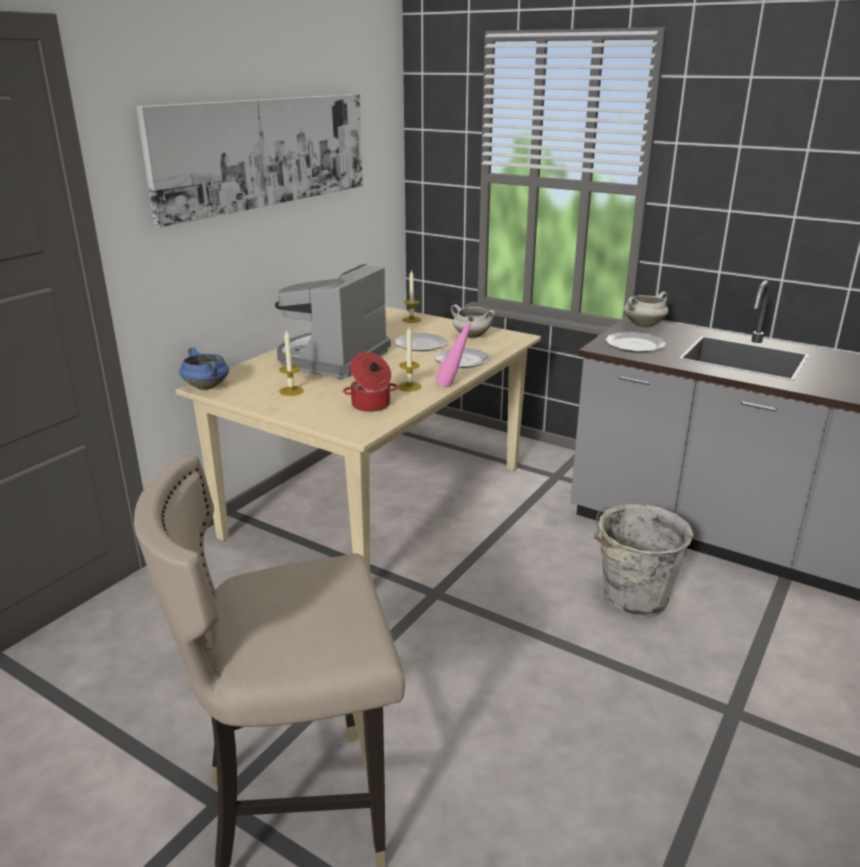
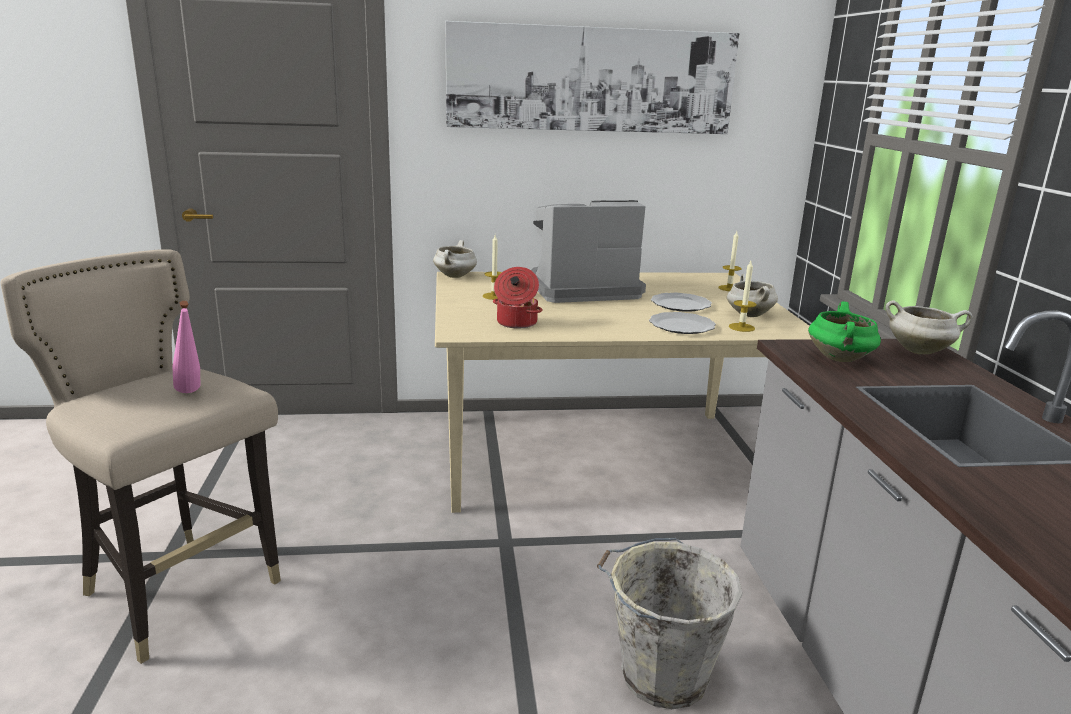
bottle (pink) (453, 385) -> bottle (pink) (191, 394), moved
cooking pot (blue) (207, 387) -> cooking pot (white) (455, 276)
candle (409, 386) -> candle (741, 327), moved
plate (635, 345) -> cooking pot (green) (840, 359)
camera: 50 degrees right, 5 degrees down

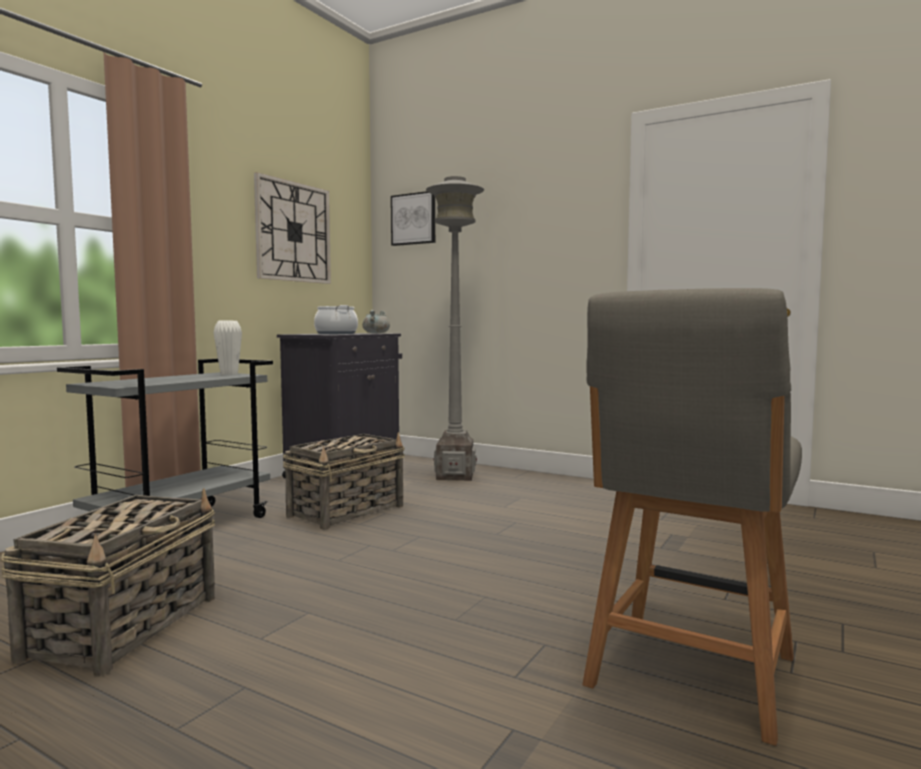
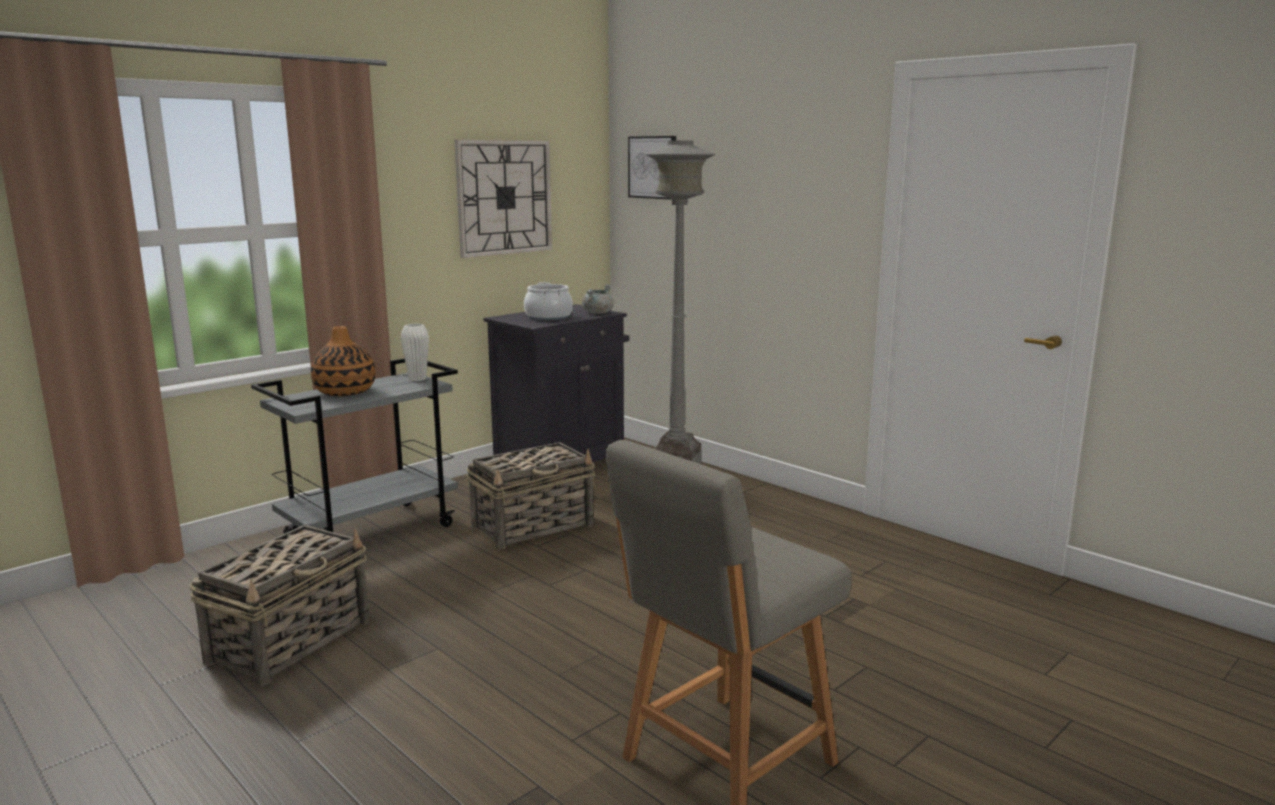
none -> vase (345, 392)
camera: 15 degrees right, 10 degrees up

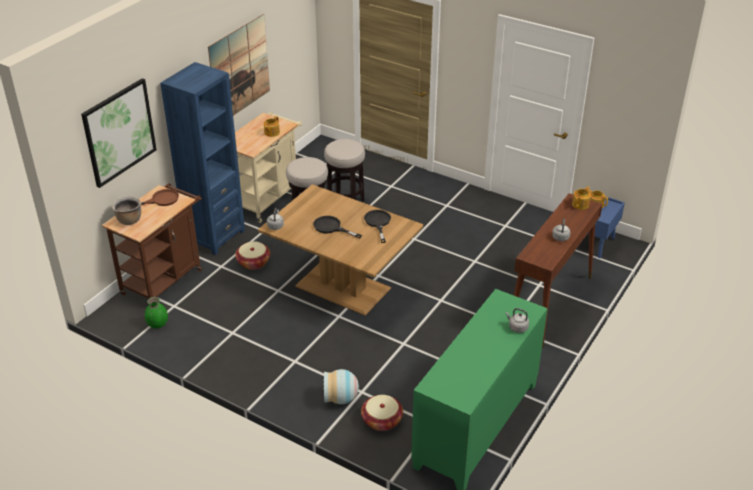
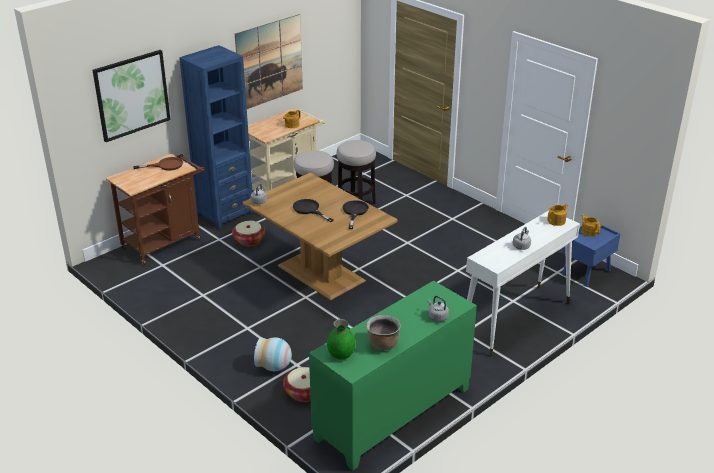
vase (green) (157, 324) -> vase (green) (341, 354), moved
cooking pot (brown) (129, 220) -> cooking pot (brown) (383, 344), moved
console table (brown) (549, 305) -> console table (white) (515, 320)
camera: 15 degrees right, 5 degrees down

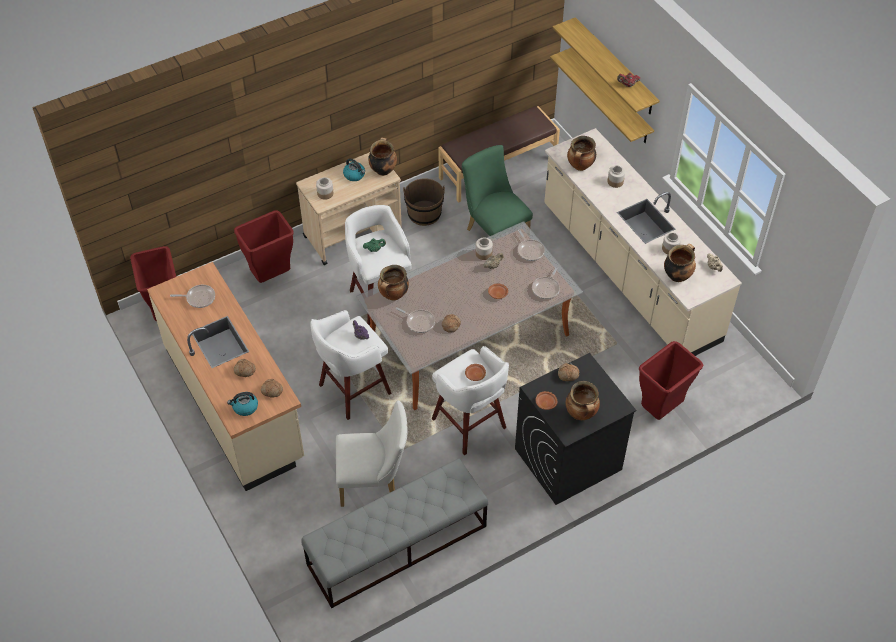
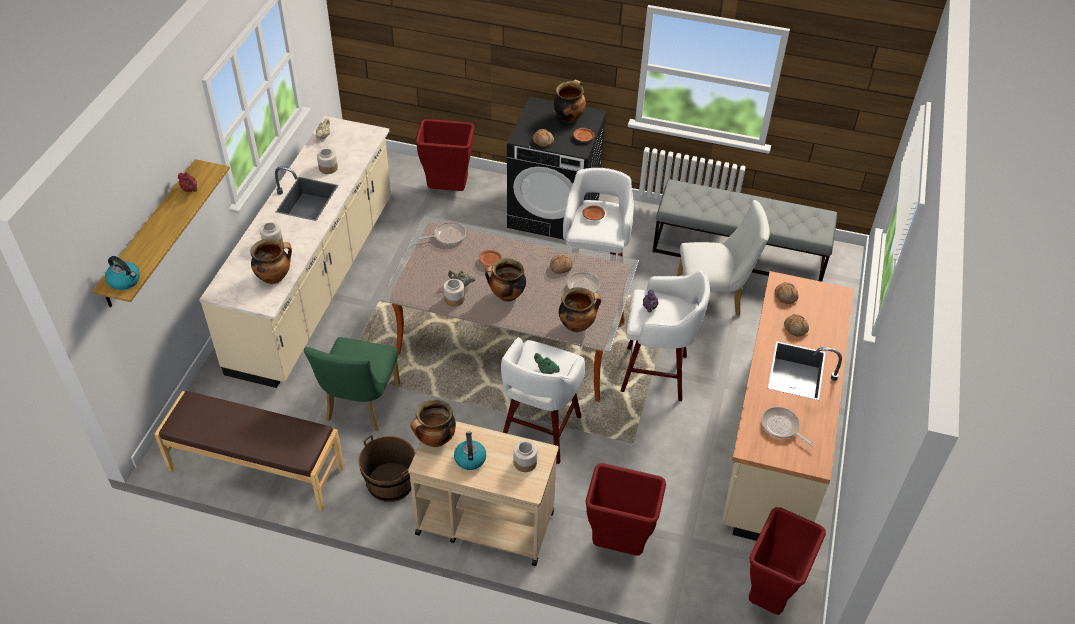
kettle (245, 407) -> kettle (125, 281), moved
cooking pot (677, 275) -> cooking pot (506, 296), moved
chair (white) (374, 482) -> chair (white) (713, 298), 135 degrees clockwise
frying pan (530, 250) -> none
shelf (611, 96) -> none
camera: 135 degrees left, 5 degrees down

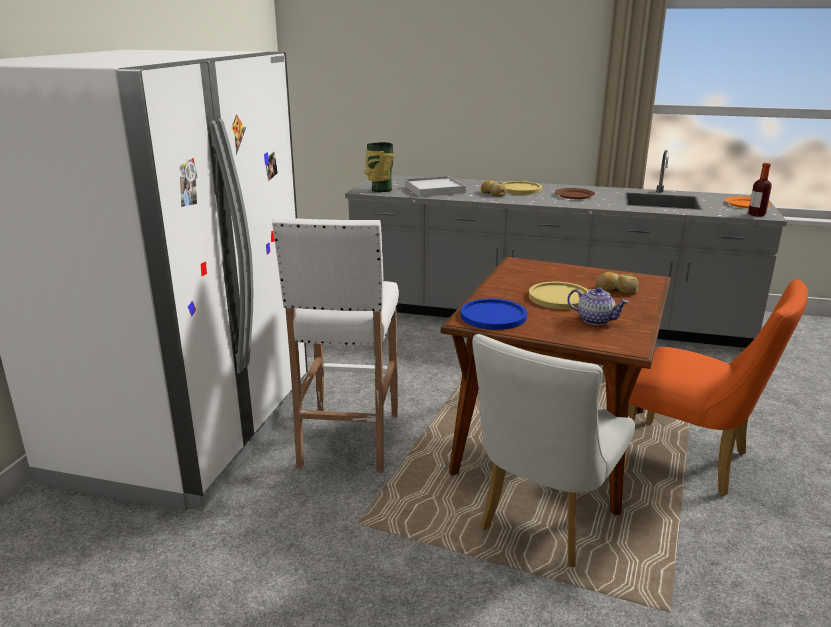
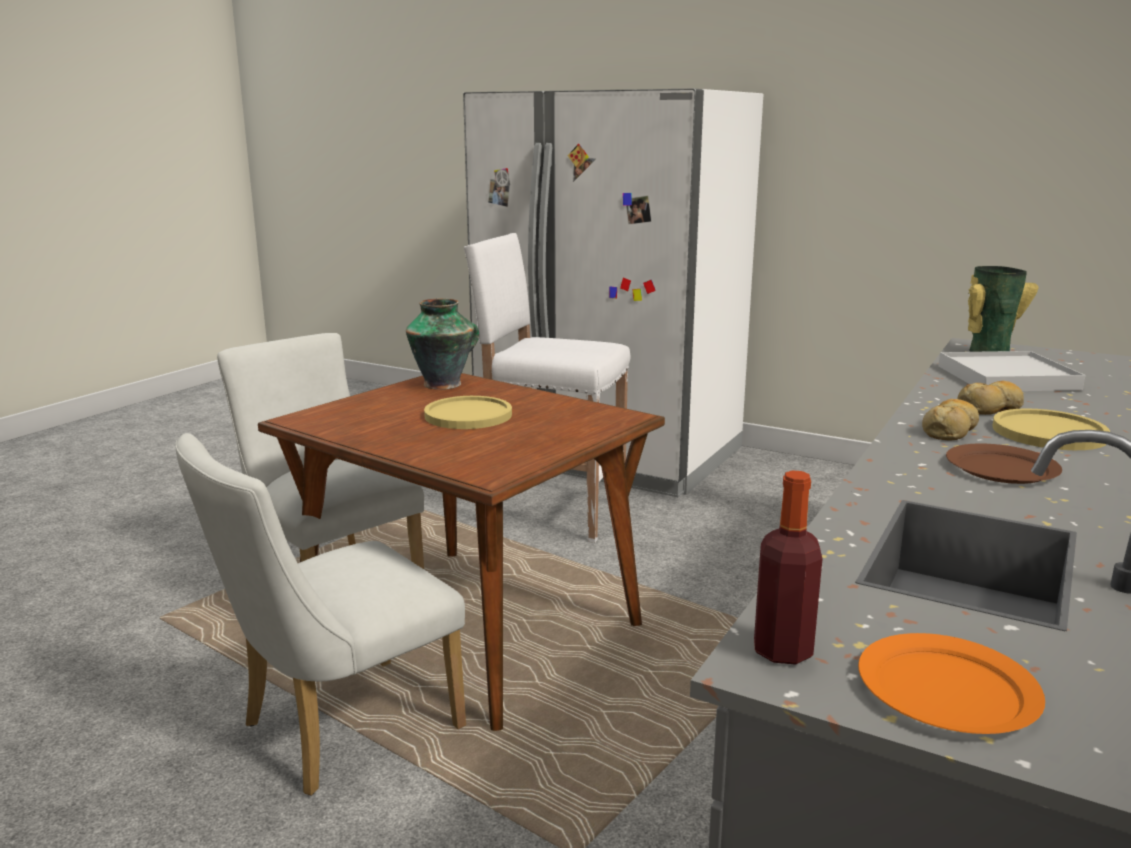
chair (orange) (693, 461) -> chair (white) (337, 731)
plate (blue) (493, 316) -> vase (444, 384)
bread (616, 289) -> bread (949, 431), moved
teapot (595, 320) -> none
camera: 105 degrees right, 5 degrees down

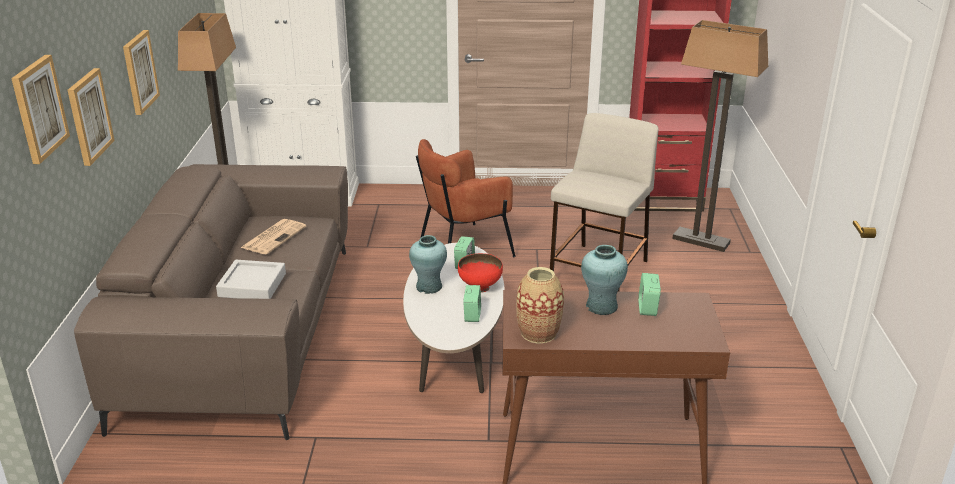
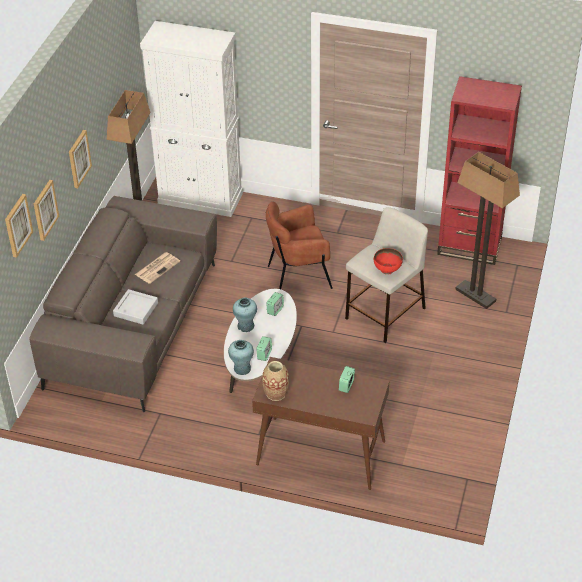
vase (turquoise) (601, 307) -> vase (turquoise) (242, 369), moved
bowl (red) (480, 287) -> bowl (red) (387, 270), moved
camera: 15 degrees right, 15 degrees up

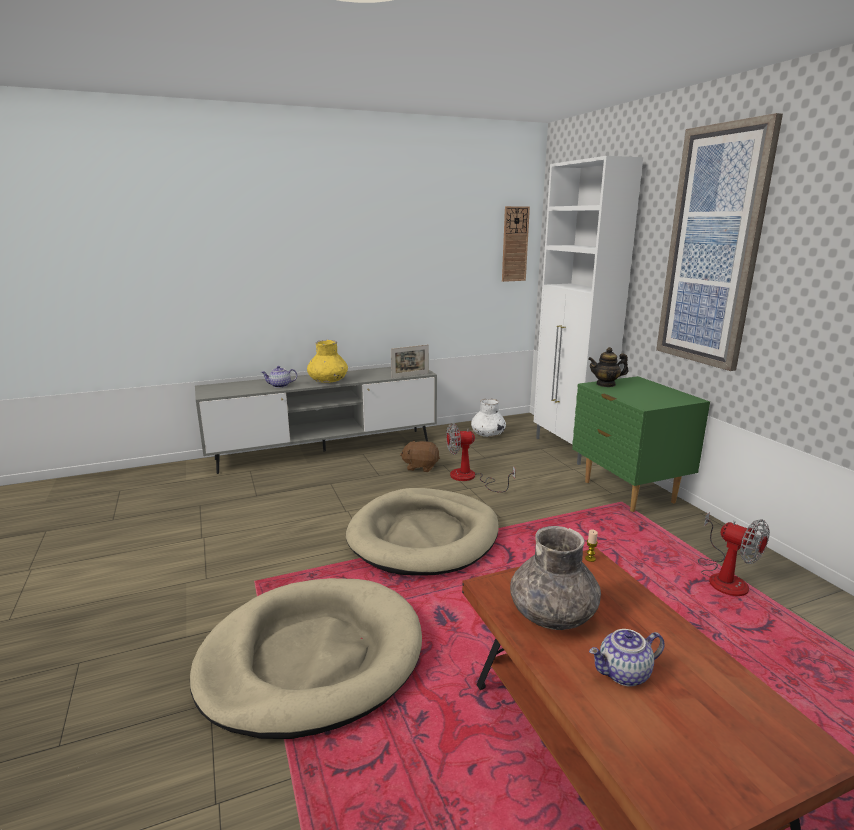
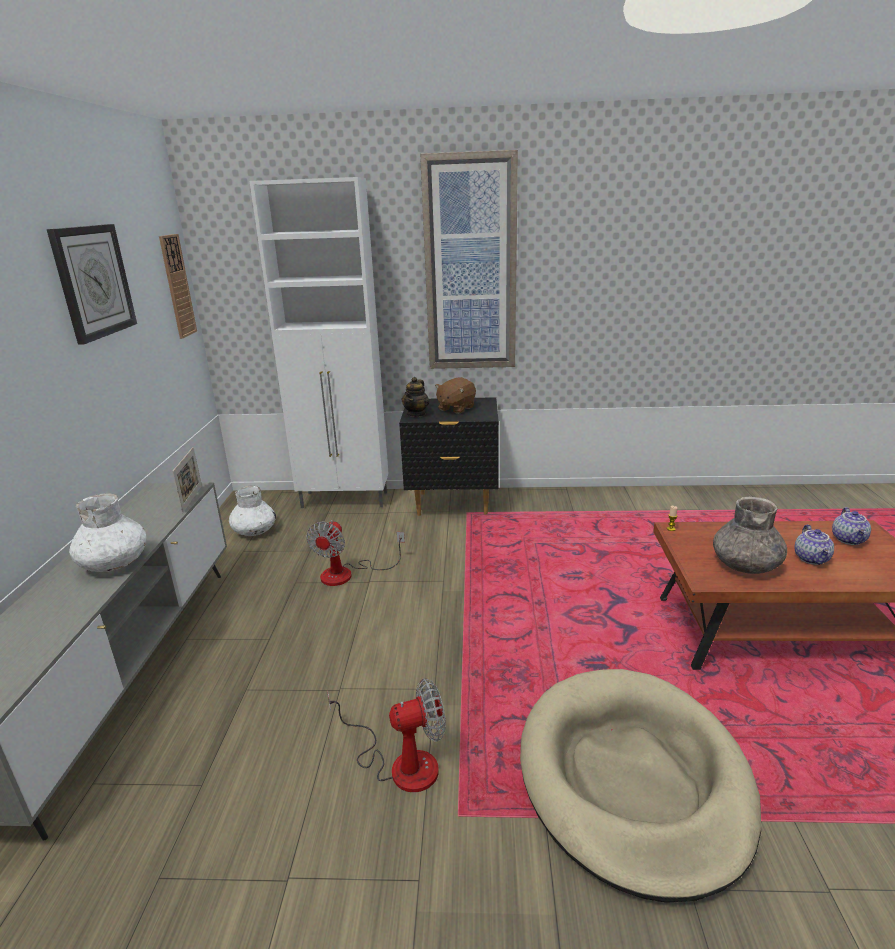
none -> wall clock (93, 281)
vase (yellow) (328, 381) -> vase (white) (115, 563)
fan (724, 578) -> fan (400, 763), moved
nightstand (green) (627, 492) -> nightstand (black) (453, 504)
plush toy (brown) (420, 467) -> plush toy (brown) (456, 408), moved
teapot (280, 386) -> teapot (849, 540), moved
dog bed (beige) (424, 536) -> none
camera: 65 degrees left, 5 degrees up

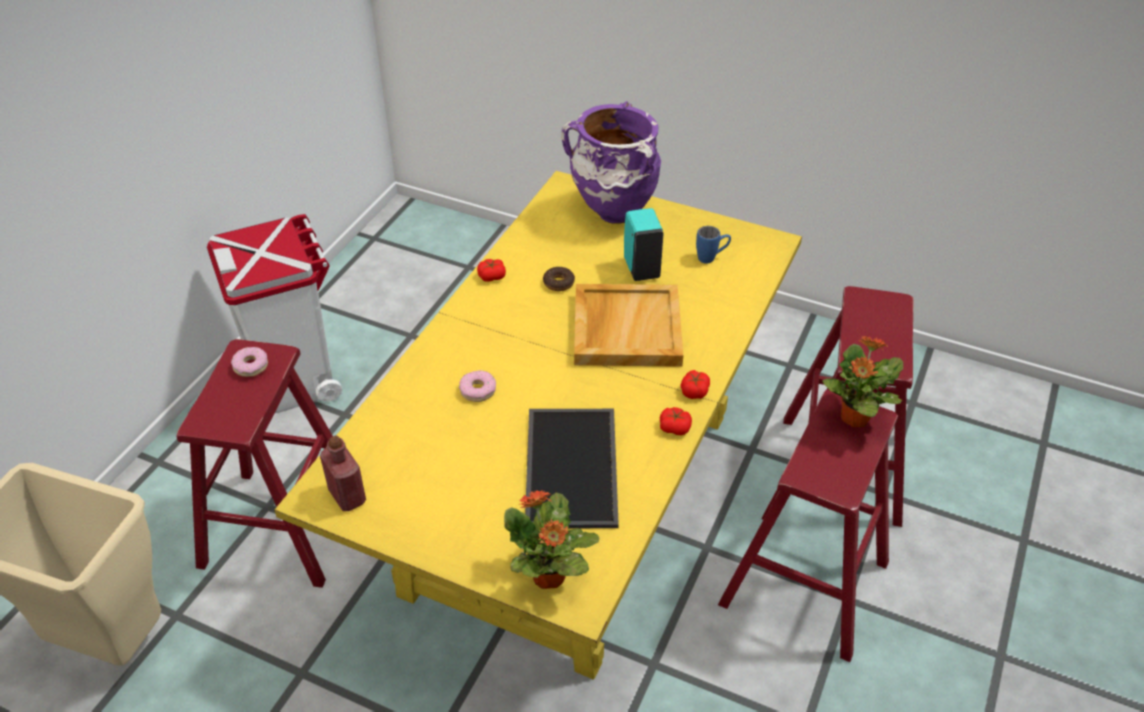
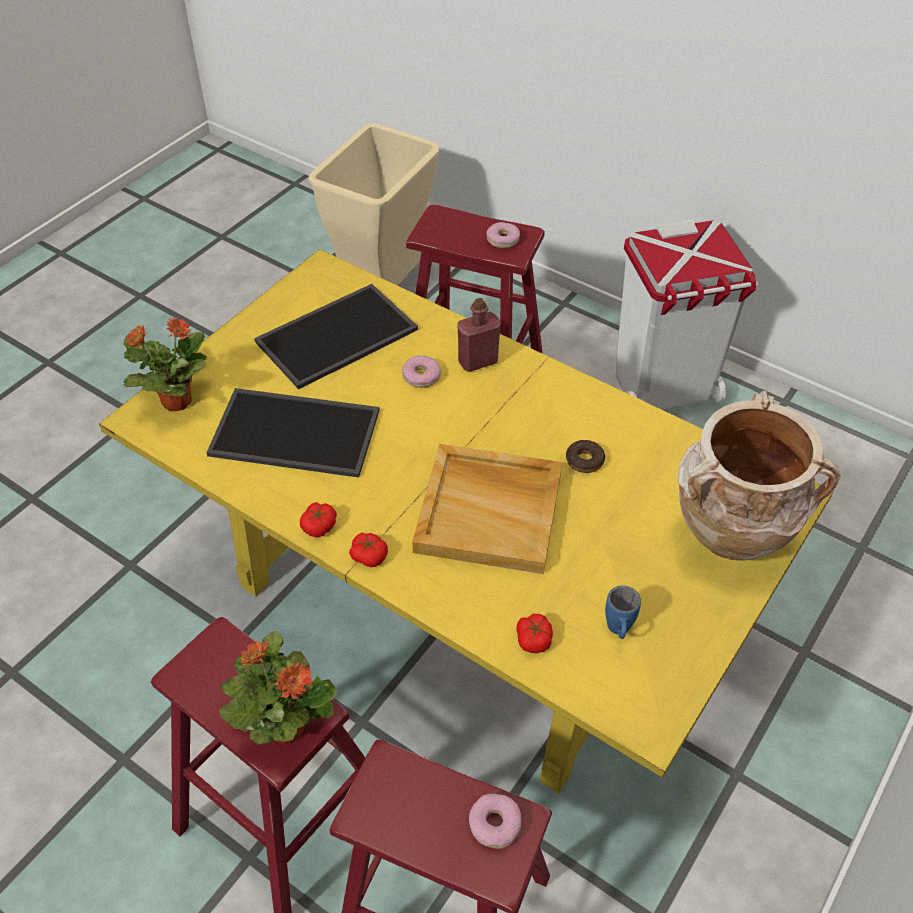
none -> tray (337, 334)
bottle (red) (347, 496) -> bottle (red) (478, 361), moved
none -> donut (495, 824)
tomato (491, 276) -> tomato (534, 639), moved
vase (purple) (612, 213) -> vase (beige) (729, 537)
soap dispenser (turquoise) (641, 268) -> none
camera: 100 degrees right, 5 degrees up

